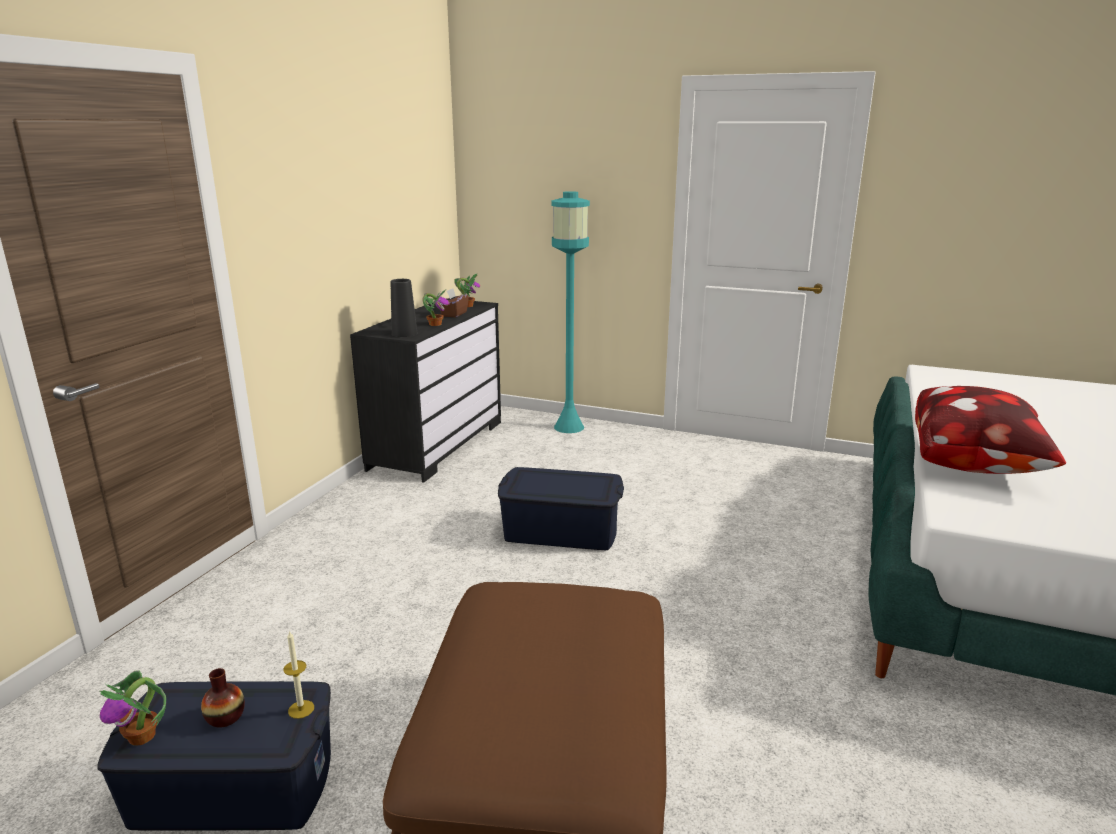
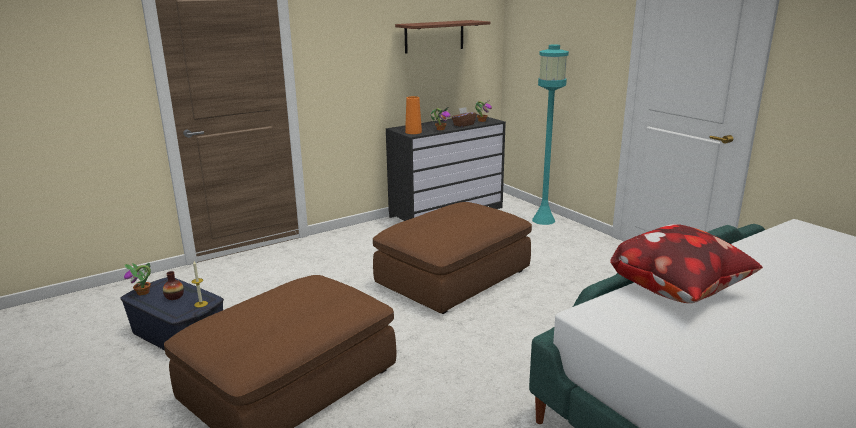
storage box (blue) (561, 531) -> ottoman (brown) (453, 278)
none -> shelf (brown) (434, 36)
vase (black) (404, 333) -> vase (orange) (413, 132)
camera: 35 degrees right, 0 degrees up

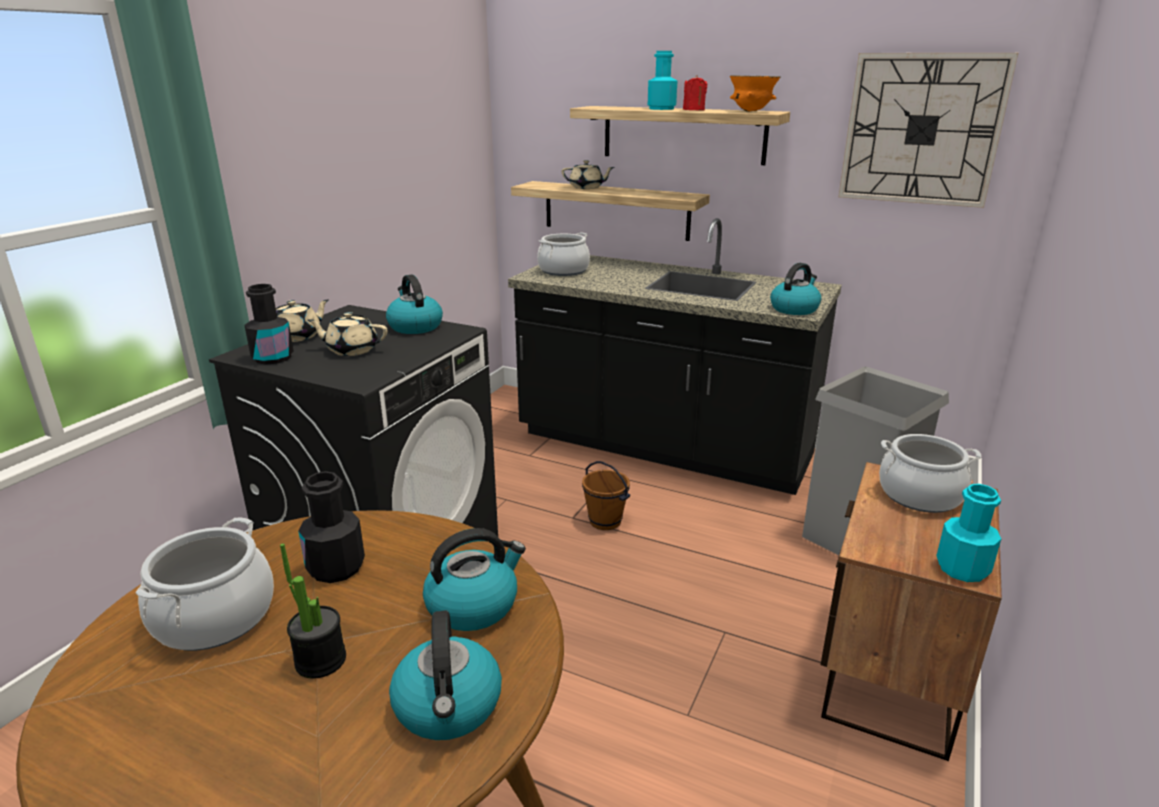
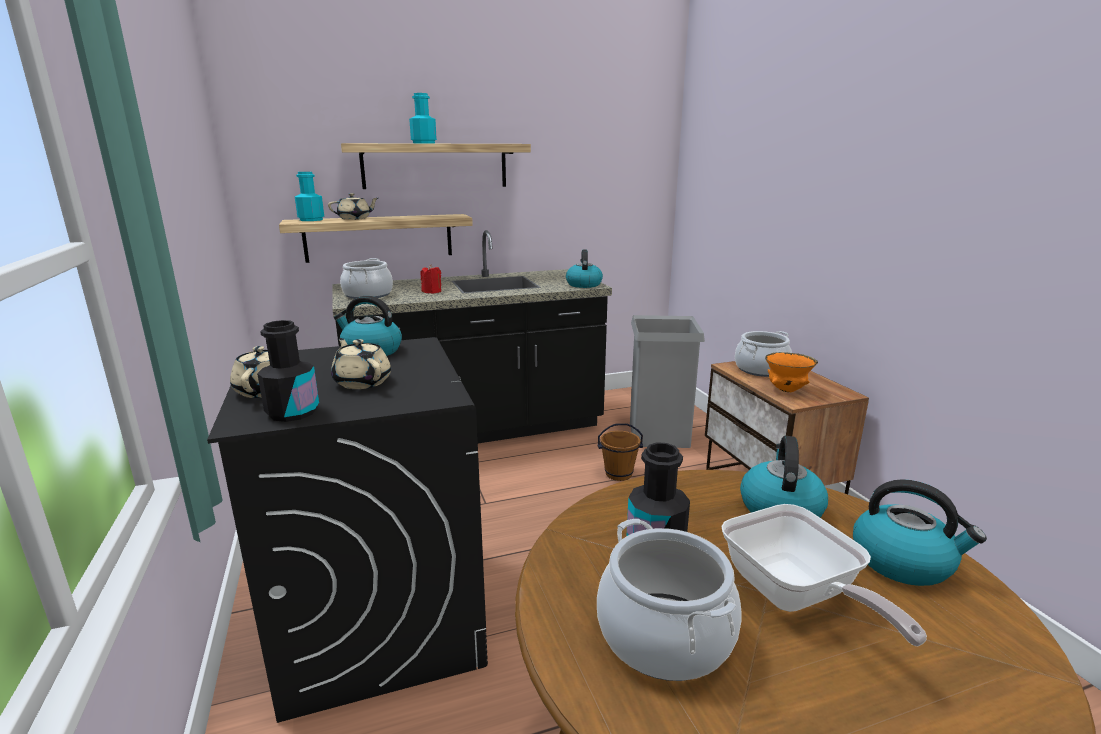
bottle (turquoise) (962, 568) -> bottle (turquoise) (311, 220), moved
teapot (beige) (351, 350) -> teapot (beige) (362, 382), 90 degrees clockwise
candle (red) (693, 110) -> candle (red) (432, 291), moved
bucket (brown) (605, 521) -> bucket (brown) (618, 474), moved
potted plant (320, 660) -> frying pan (795, 597)
bowl (orange) (751, 111) -> bowl (orange) (786, 390), moved
wall clock (921, 130) -> none
camera: 45 degrees left, 5 degrees down

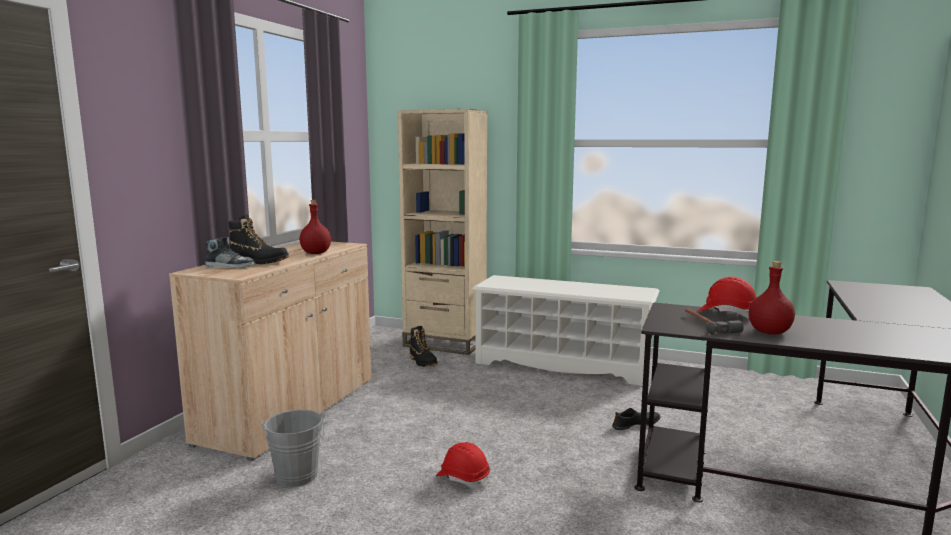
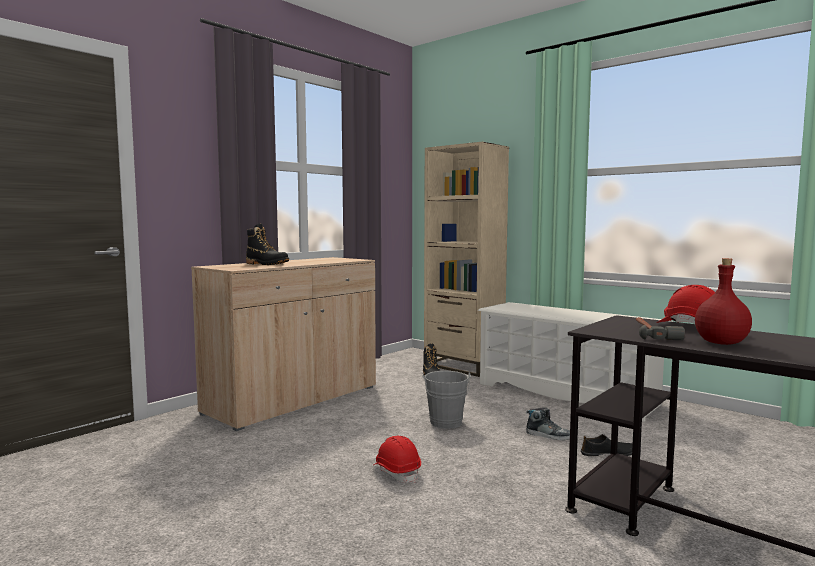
bucket (grey) (297, 479) -> bucket (grey) (446, 424), moved
shoe (229, 266) -> shoe (548, 435), moved
bottle (red) (316, 253) -> none
camera: 20 degrees right, 5 degrees down

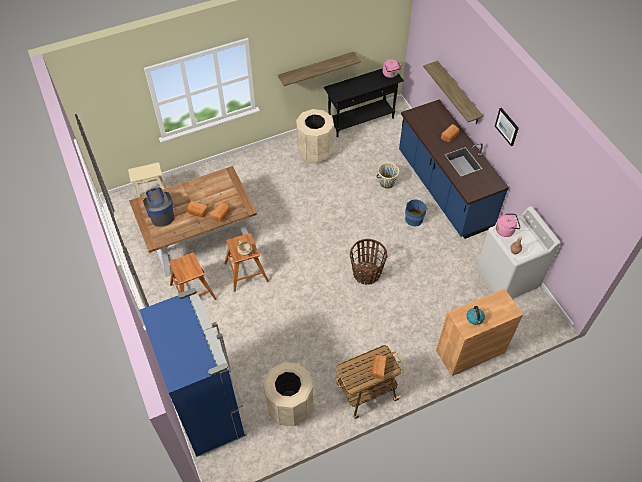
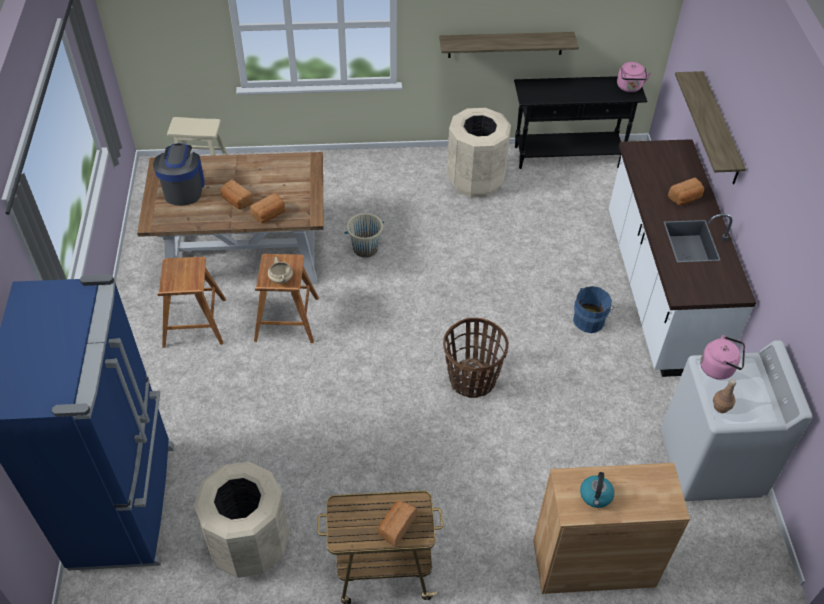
bucket (beige) (386, 183) -> bucket (beige) (365, 248), moved
counter (blue) (443, 189) -> counter (white) (658, 290)
picture (507, 126) -> none
camera: 20 degrees right, 5 degrees down

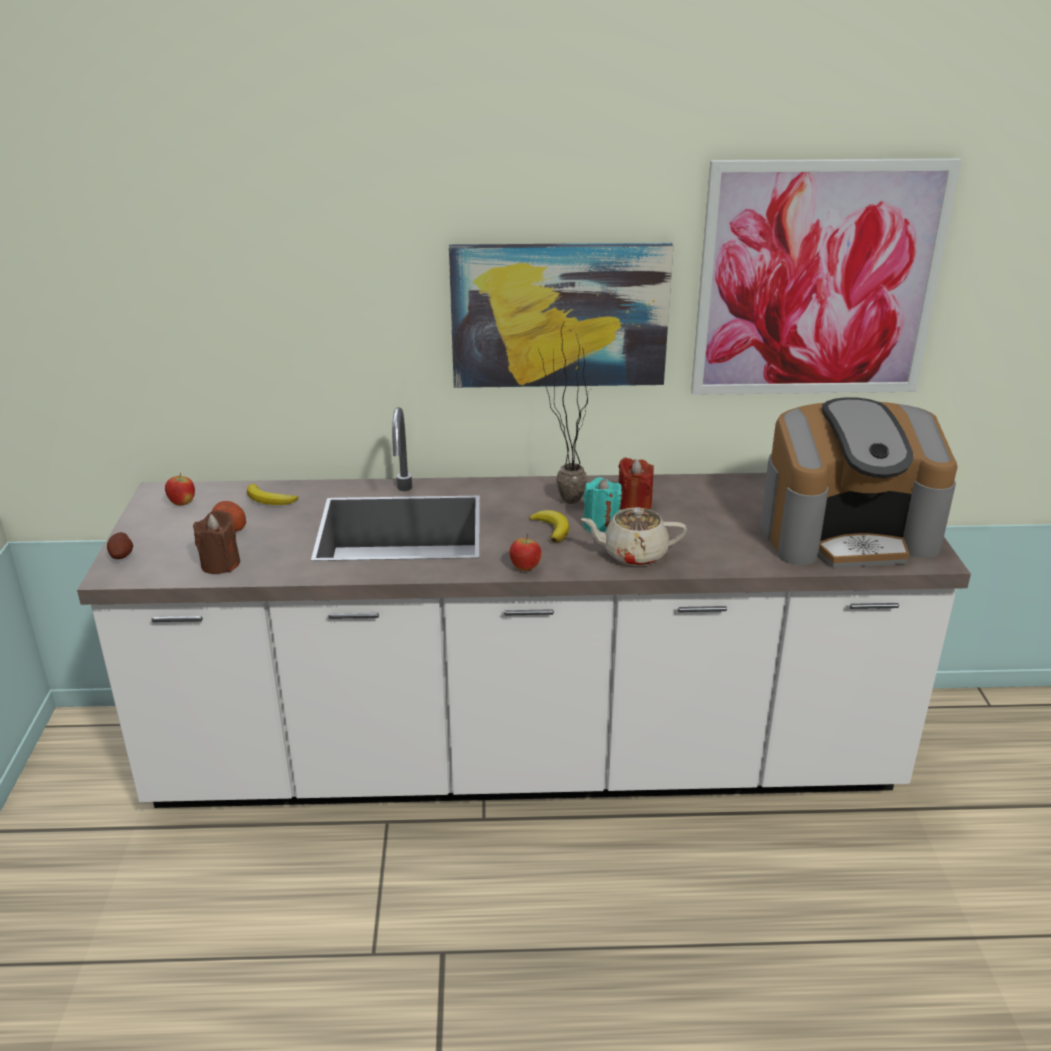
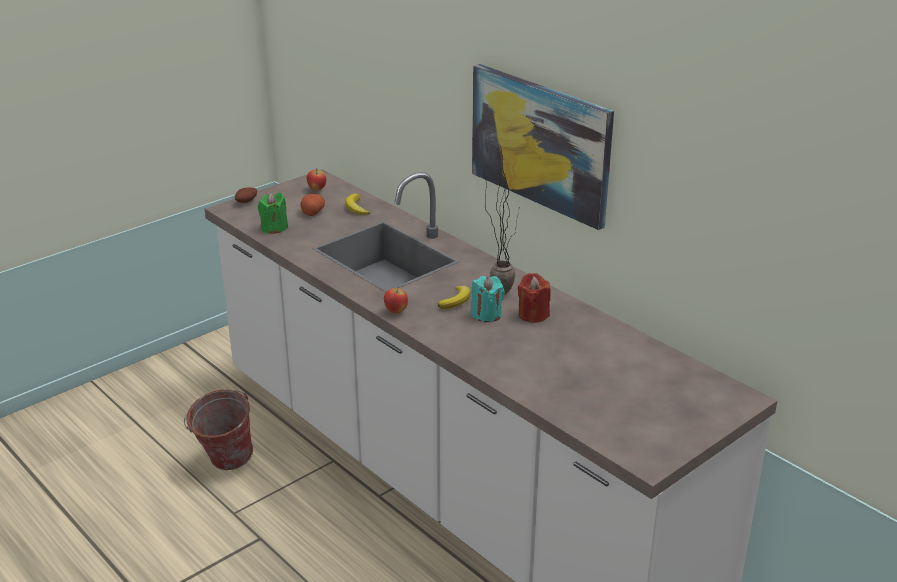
none -> bucket (224, 463)
candle (brown) (220, 564) -> candle (green) (274, 228)
teapot (beige) (633, 554) -> none
picture (818, 281) -> none
coffee machine (847, 533) -> none
camera: 50 degrees right, 0 degrees up

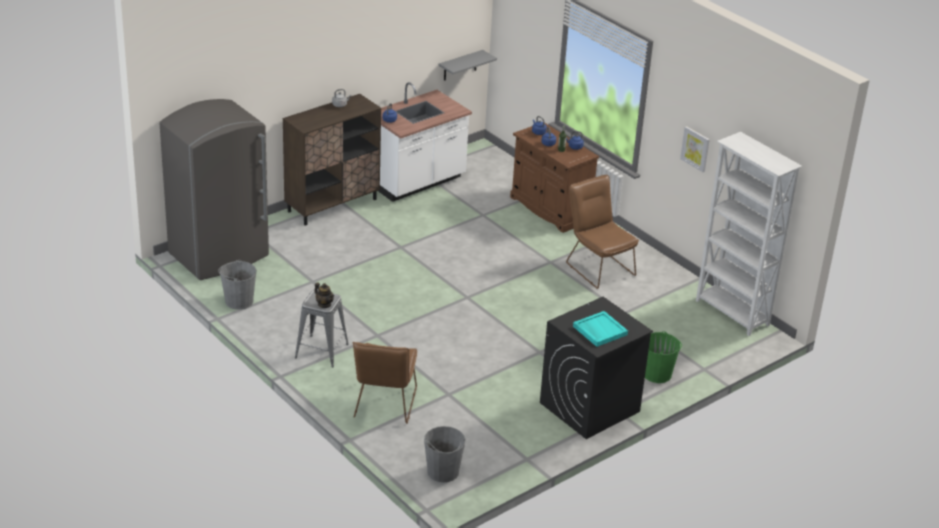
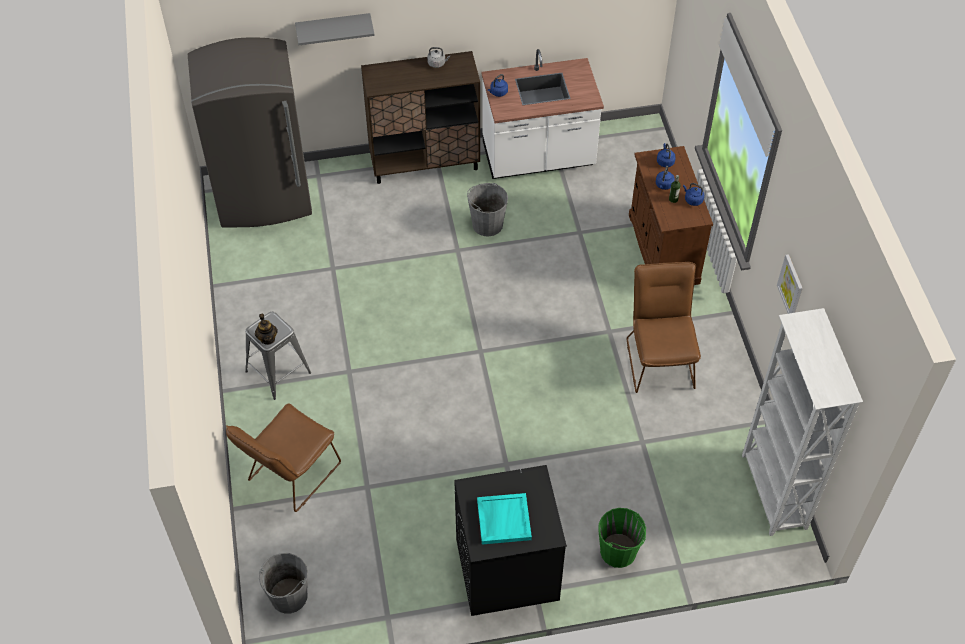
shelf (grey) (460, 65) -> shelf (grey) (333, 28), moved
bucket (grey) (239, 301) -> bucket (grey) (487, 224), moved
camera: 30 degrees right, 20 degrees up

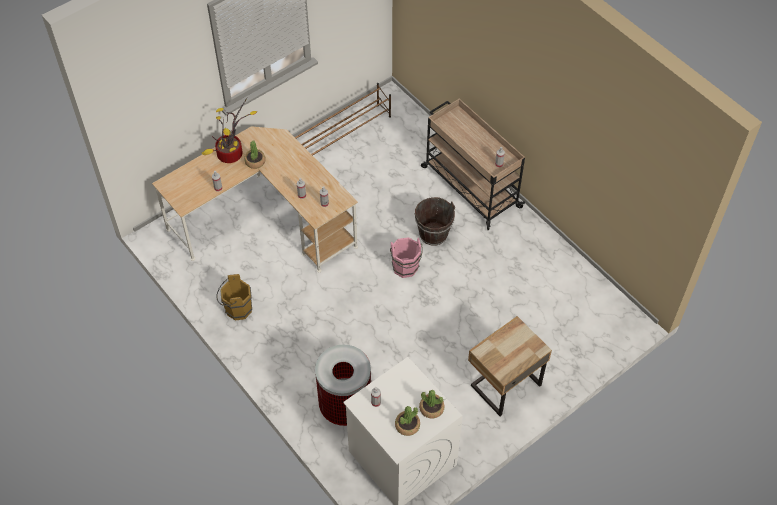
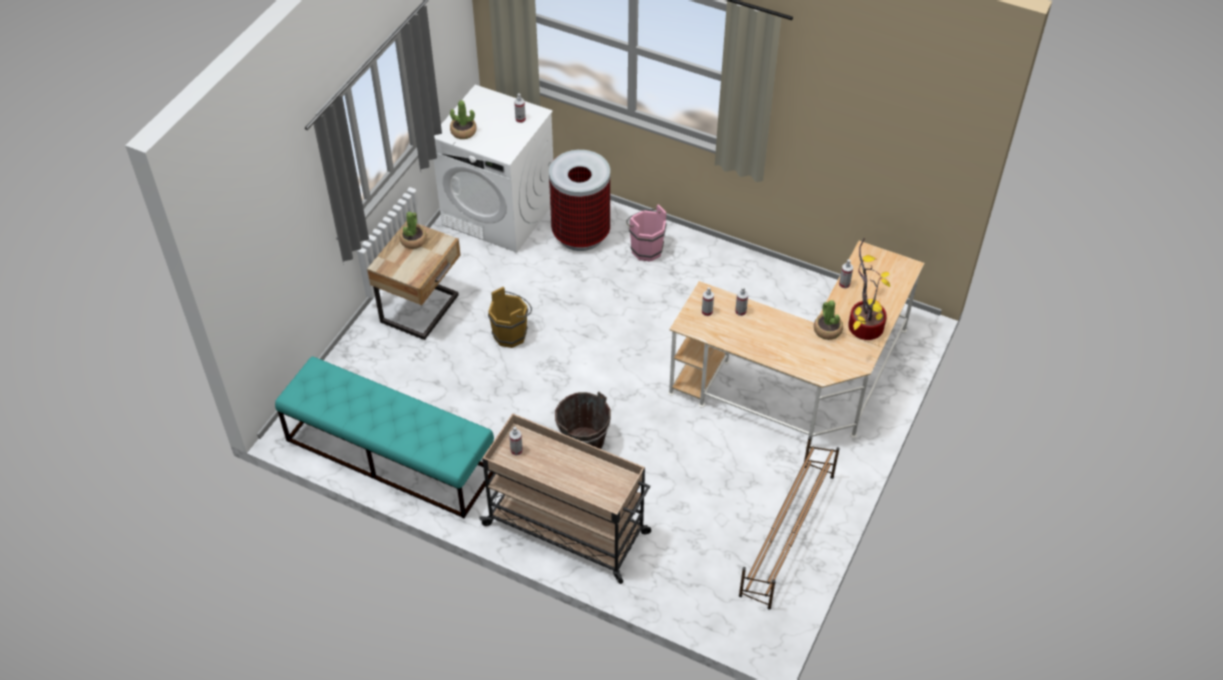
none -> bench (turquoise) (390, 455)
potted plant (407, 425) -> potted plant (413, 240), moved
bucket (brown) (236, 309) -> bucket (brown) (512, 334), moved
bucket (pink) (405, 269) -> bucket (pink) (645, 248), moved
camera: 155 degrees right, 5 degrees down

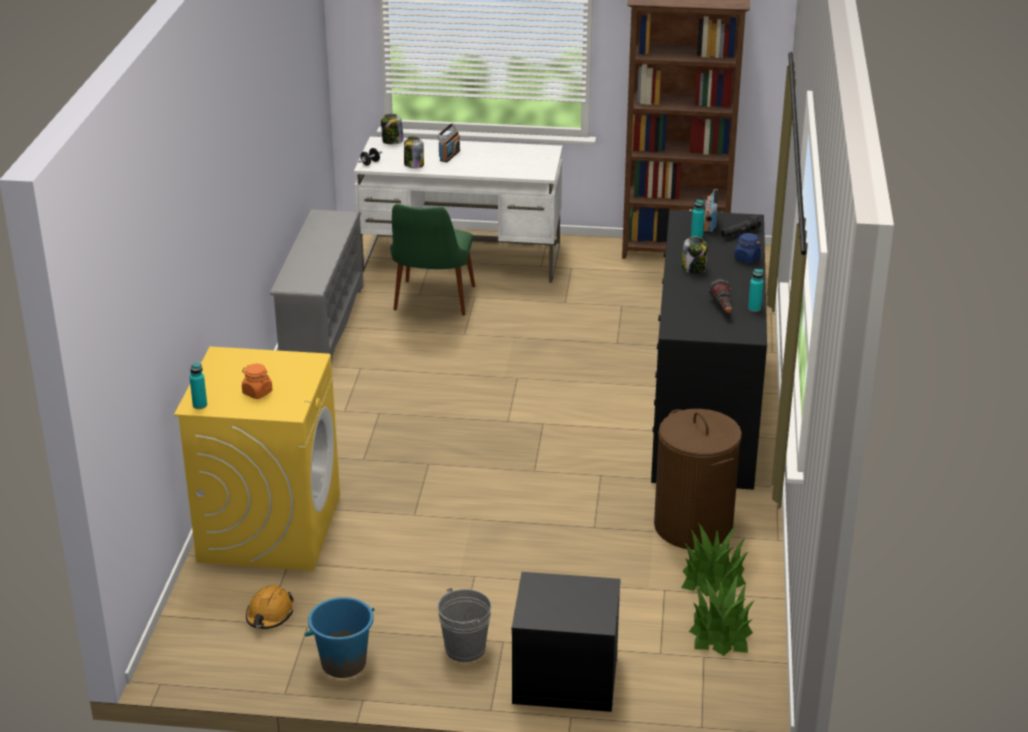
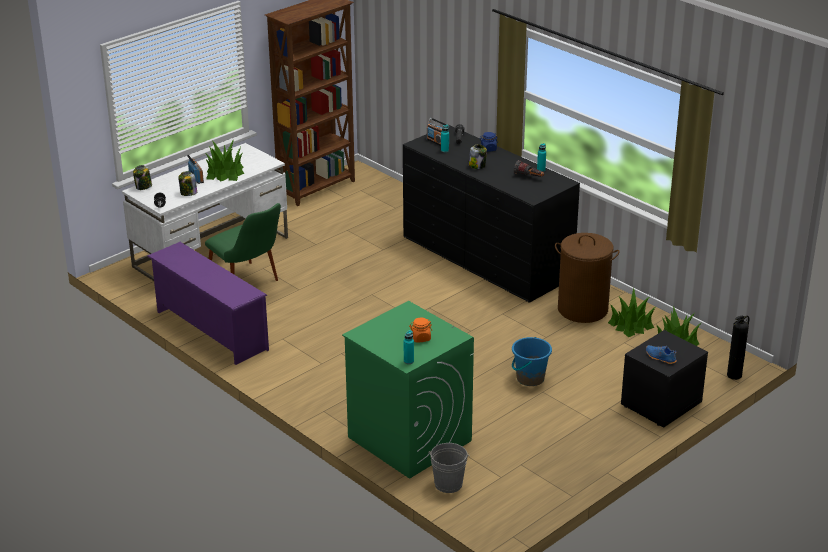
shoe rack (grey) (321, 324) -> shoe rack (purple) (210, 330)
none -> potted plant (224, 173)
washing machine (yellow) (269, 527) -> washing machine (green) (408, 439)
bucket (grey) (465, 648) -> bucket (grey) (448, 484), moved
bucket (blue) (343, 663) -> bucket (blue) (530, 378), moved
none -> shoe (blue) (660, 358)
none -> fire extinguisher (734, 375)
hard hat (orange) (269, 615) -> none
camera: 50 degrees left, 0 degrees up

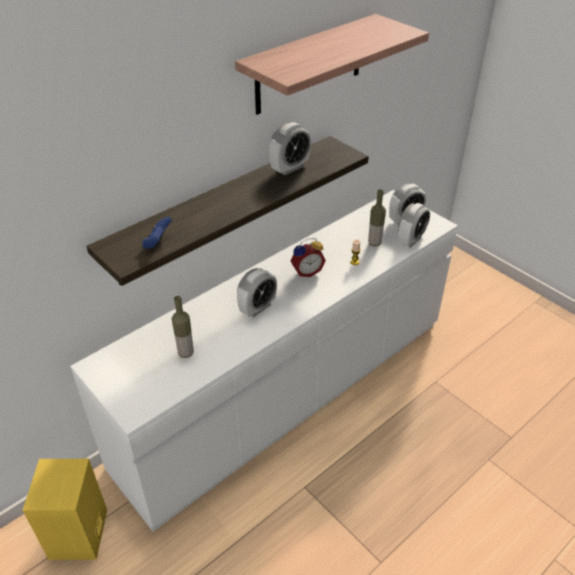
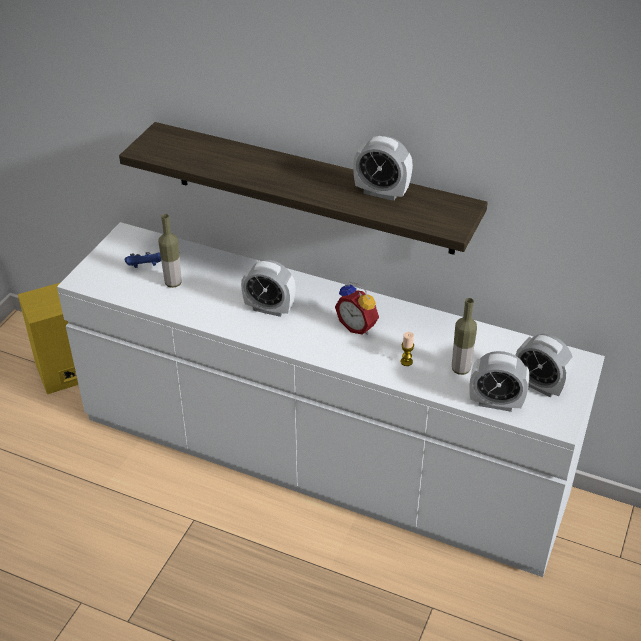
game controller (blue) (157, 242) -> game controller (blue) (145, 267), moved
shelf (309, 65) -> none
camera: 65 degrees right, 0 degrees up

